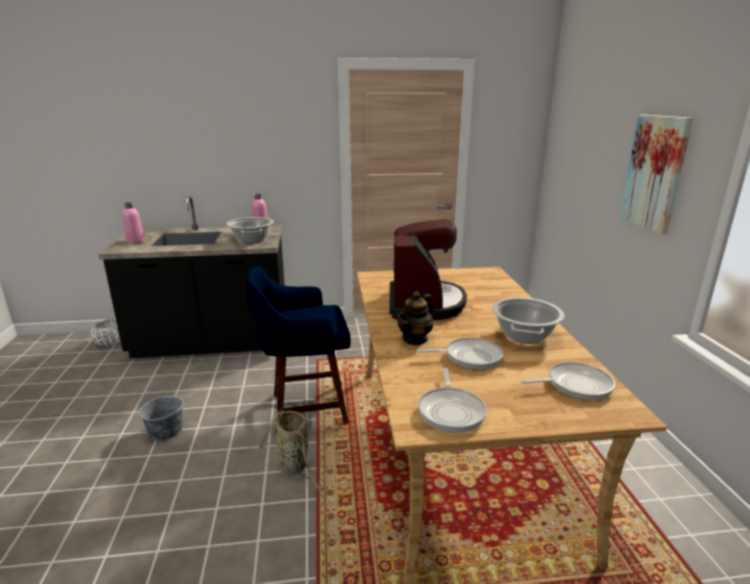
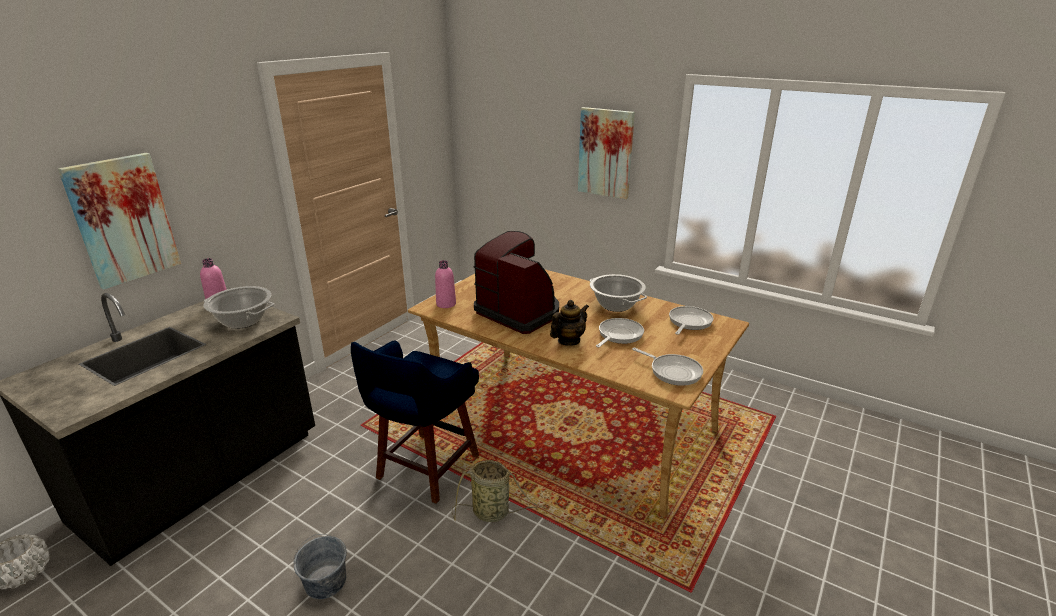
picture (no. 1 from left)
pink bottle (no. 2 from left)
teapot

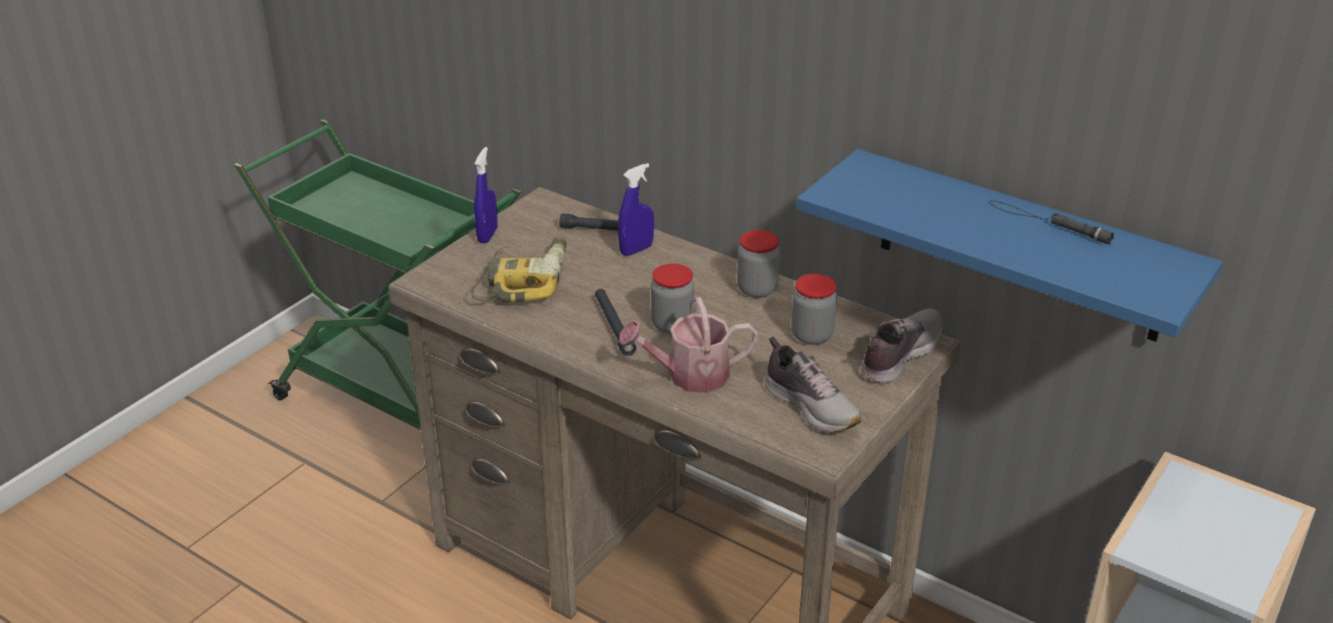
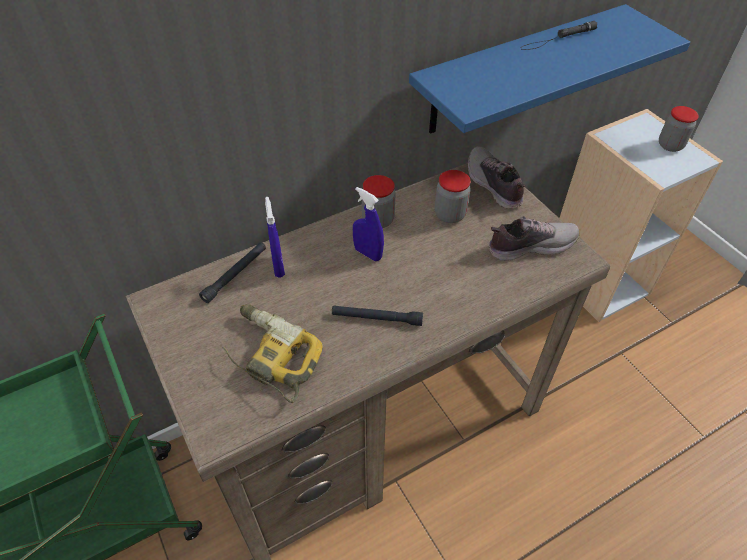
blue spray bottle (no. 2 from left)
jar (no. 3 from left)
watering can

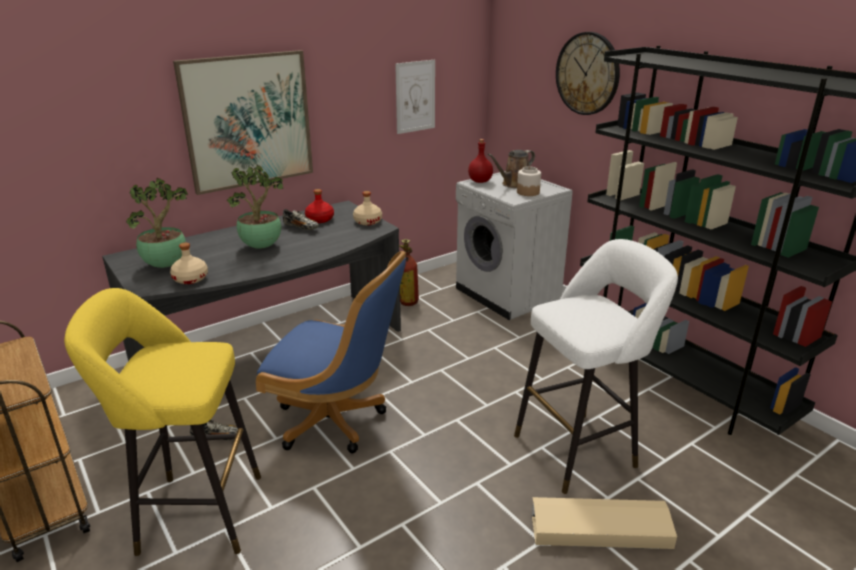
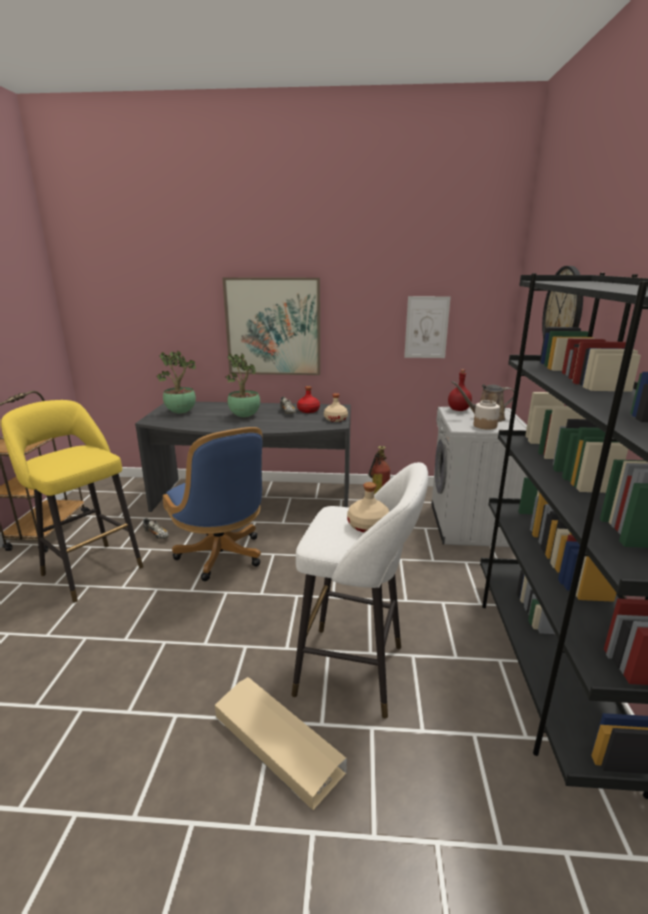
beige bottle (no. 2 from left)

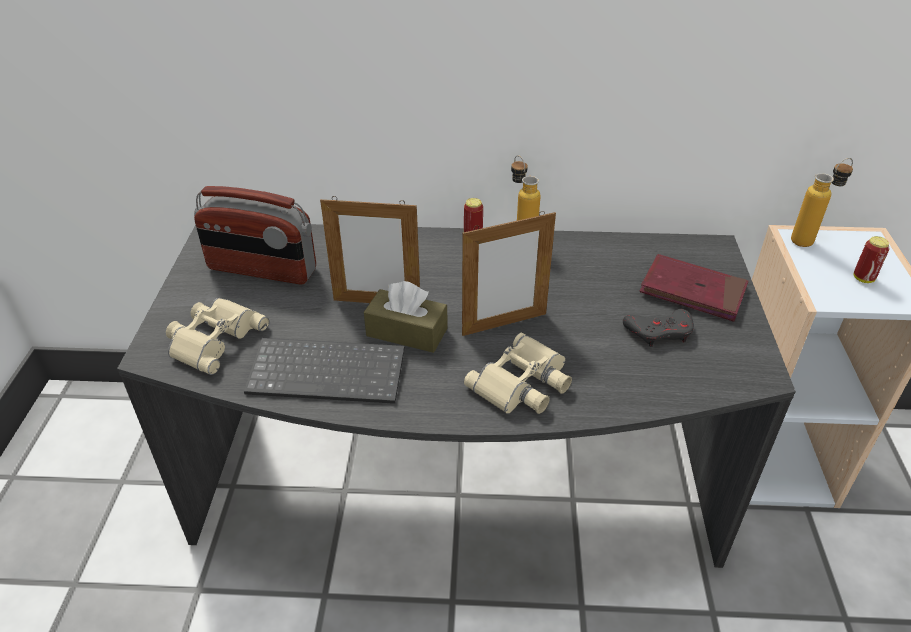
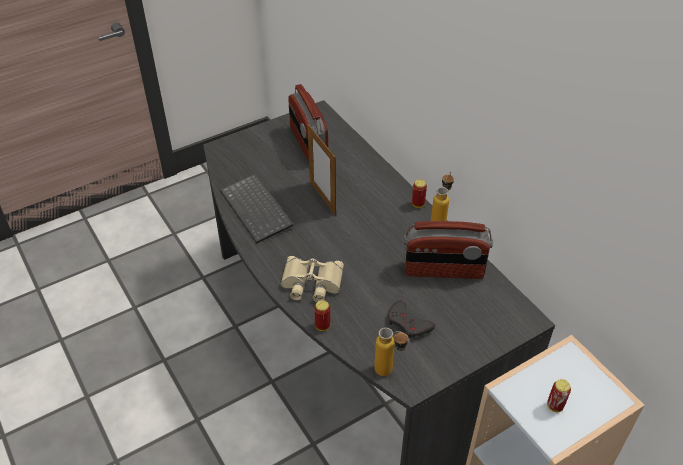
can (no. 1 from left)
bottle (no. 1 from left)
radio (no. 2 from left)
beige binoculars (no. 1 from left in the first image)
brown tissue box
picture frame (no. 2 from left in the first image)
red book

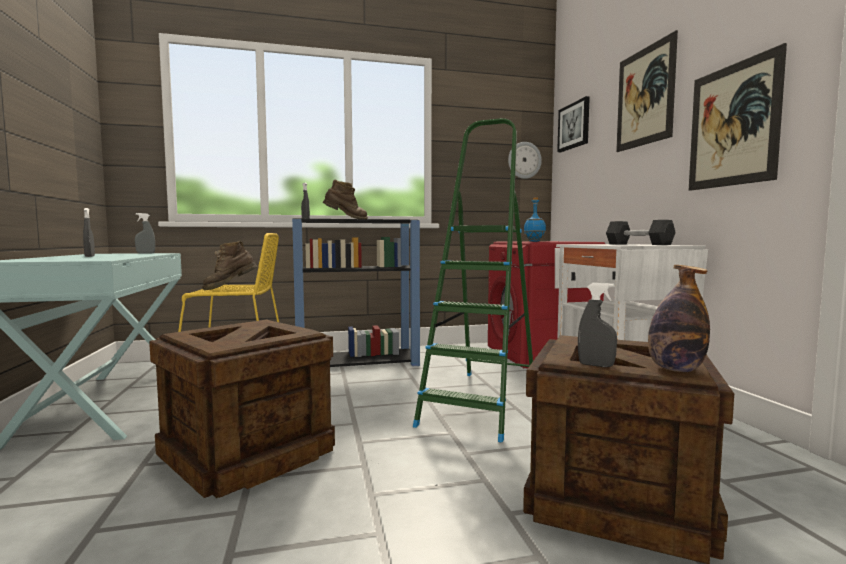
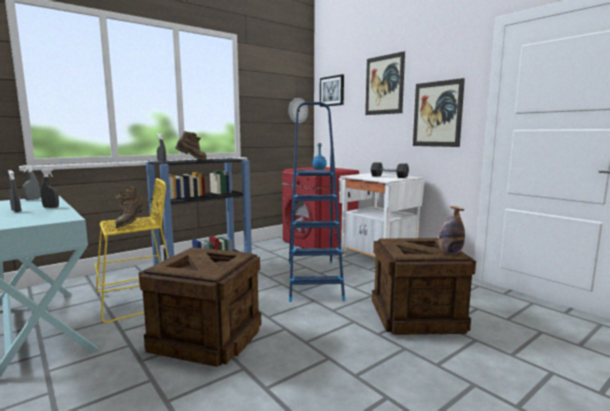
grey spray bottle (no. 3 from left)
blue step ladder

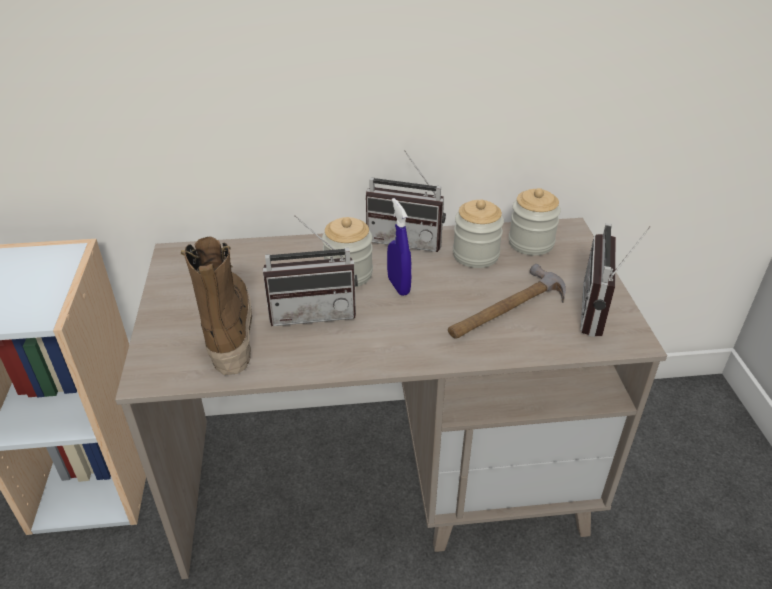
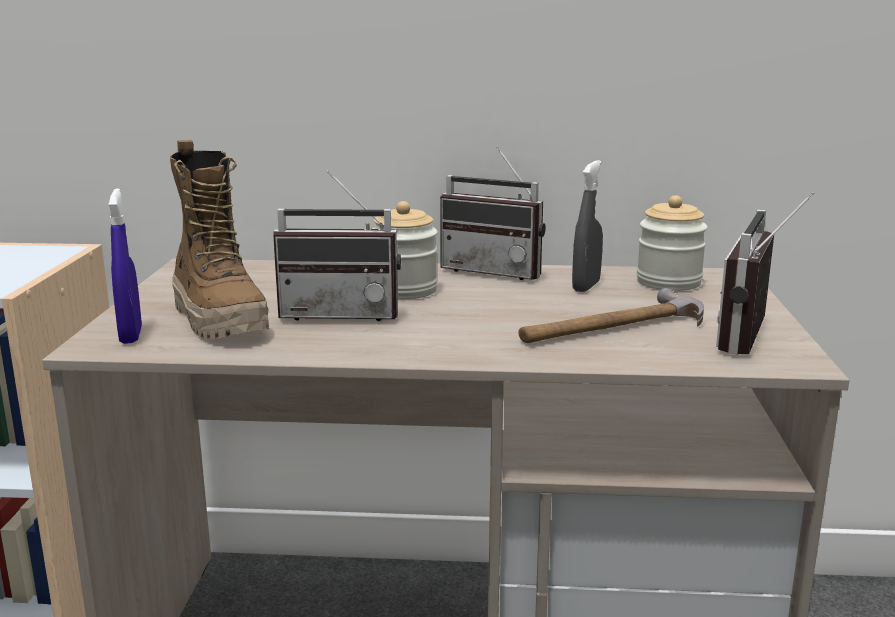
blue spray bottle
boot
grey spray bottle

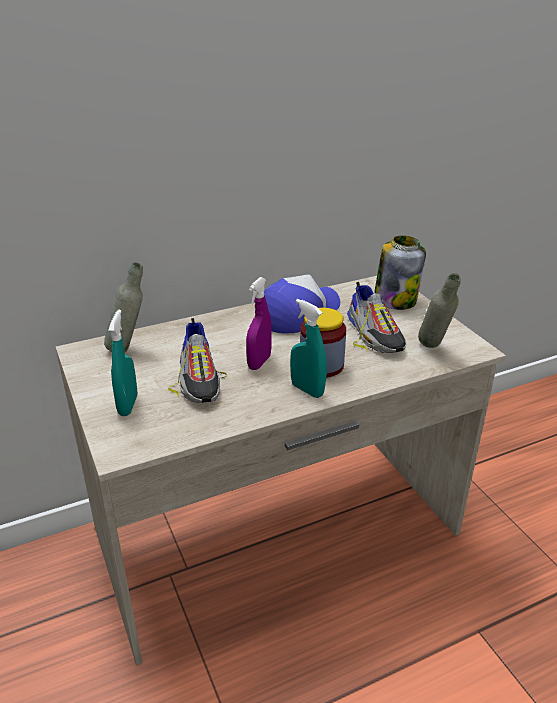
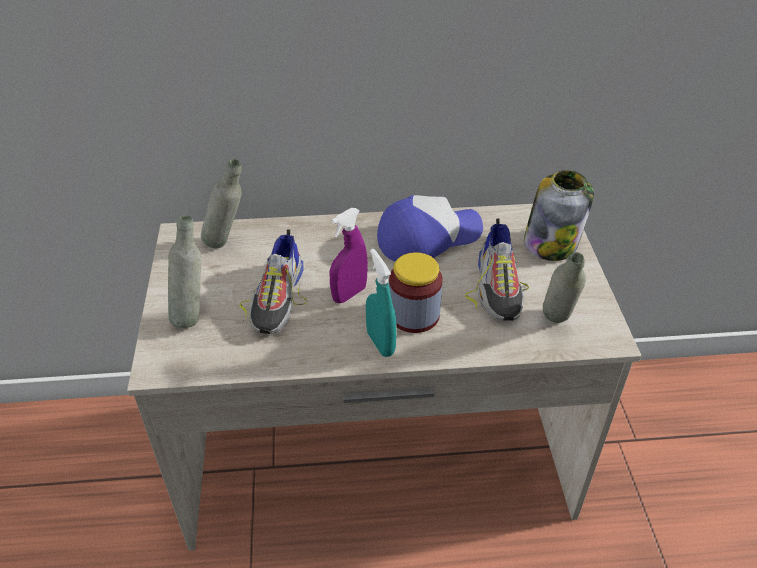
grey bottle (no. 1 from left)

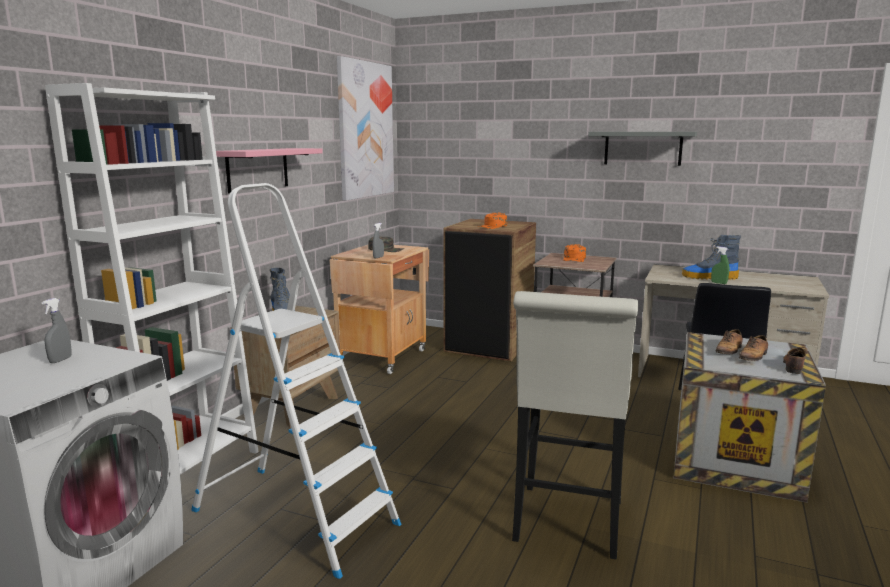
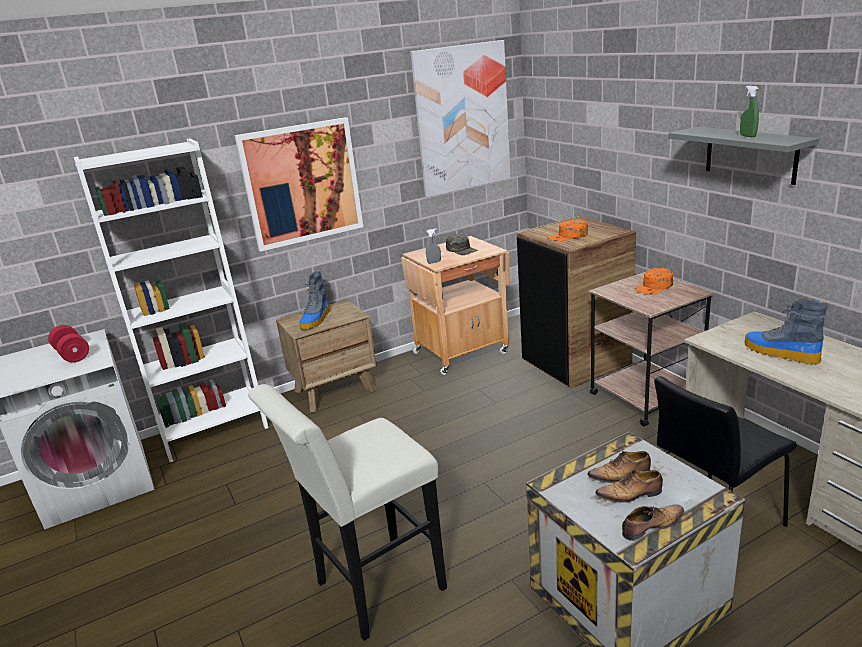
red dumbbell
picture (no. 1 from left)
green spray bottle
white step ladder

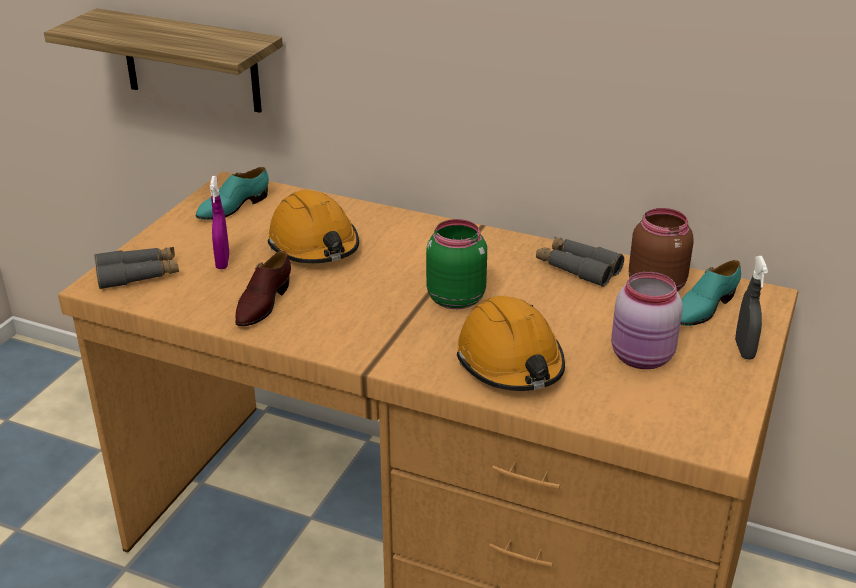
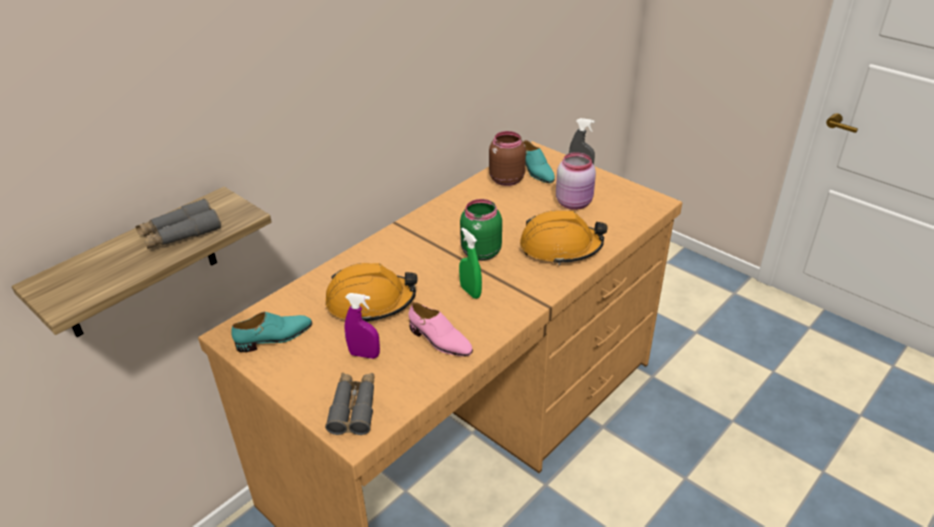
grey binoculars (no. 1 from left)
turquoise shoe (no. 1 from left)
pink shoe
green spray bottle

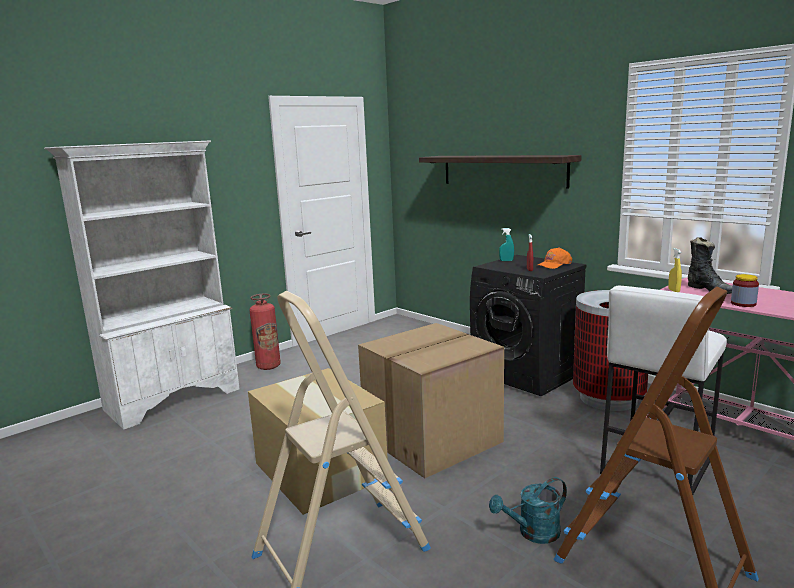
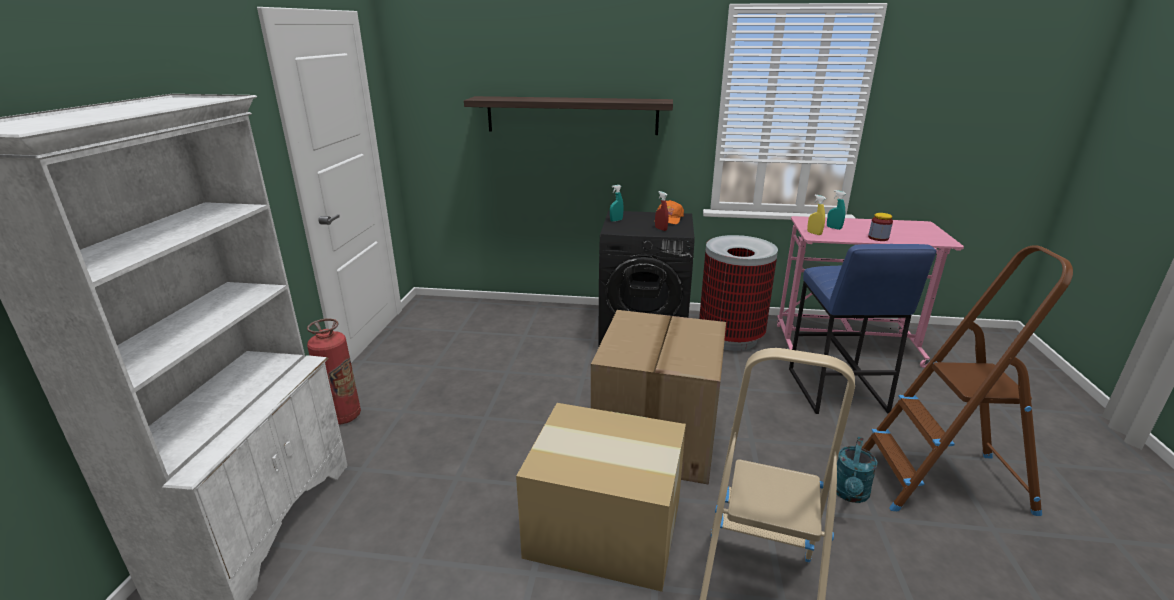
blue stool
turquoise spray bottle (no. 2 from left)

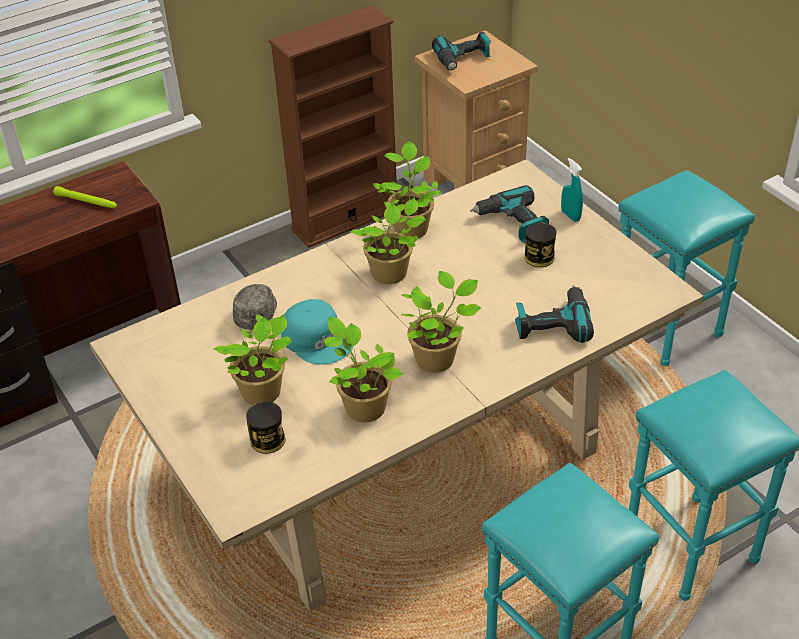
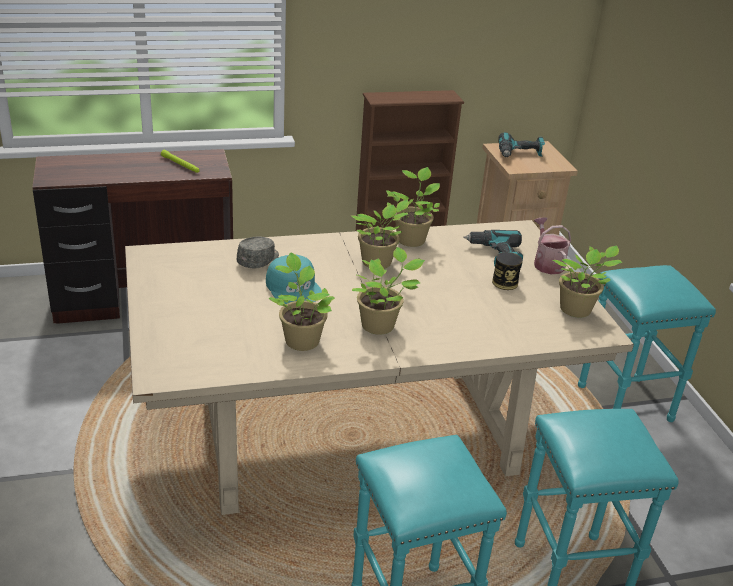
watering can
potted plant (no. 5 from left)
can (no. 1 from left in the first image)
power drill (no. 3 from left in the first image)

